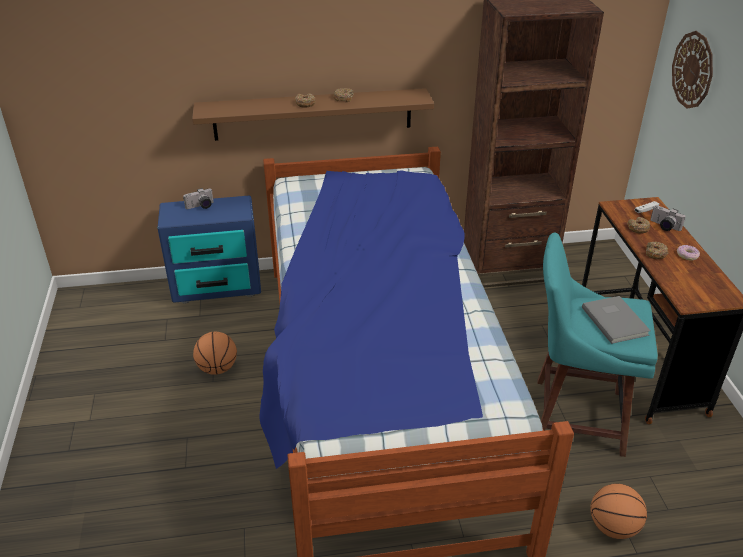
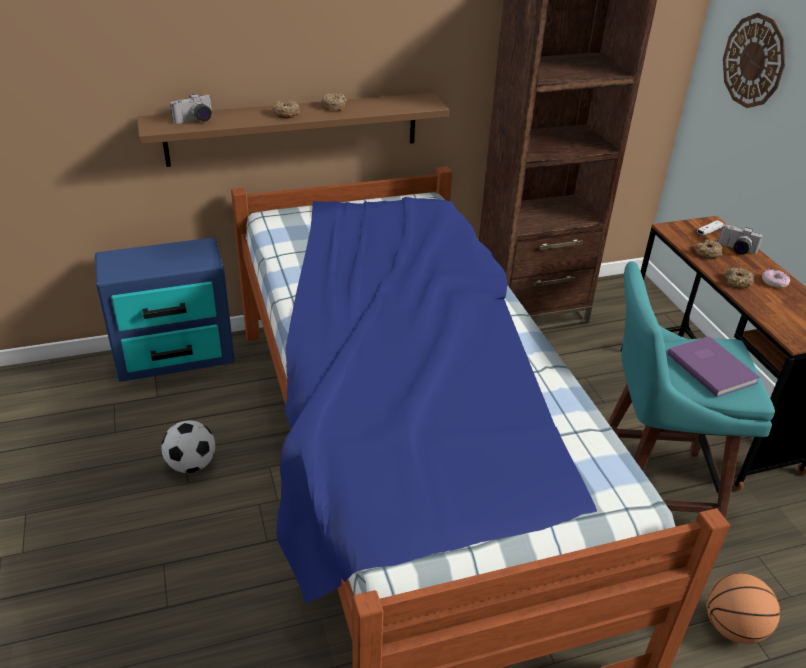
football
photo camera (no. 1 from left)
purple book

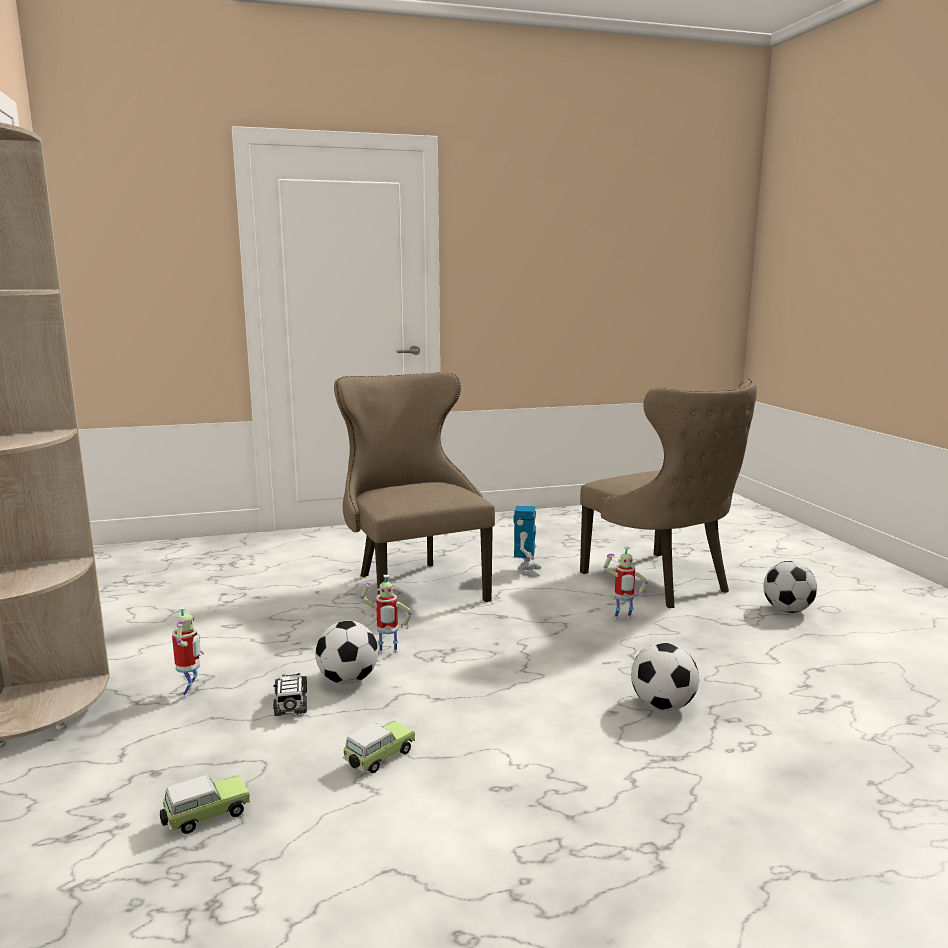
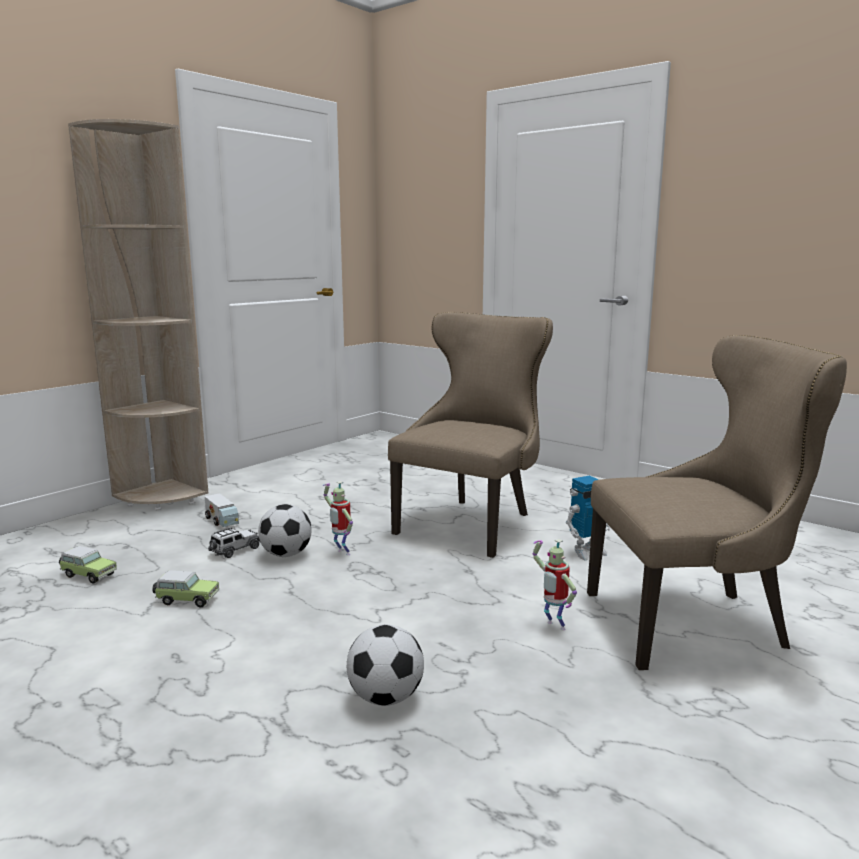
toy truck
beige chair (no. 2 from left)
football (no. 3 from left in the first image)

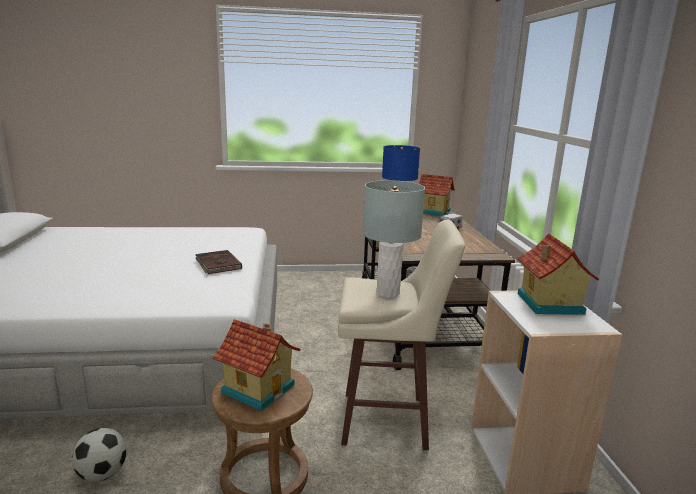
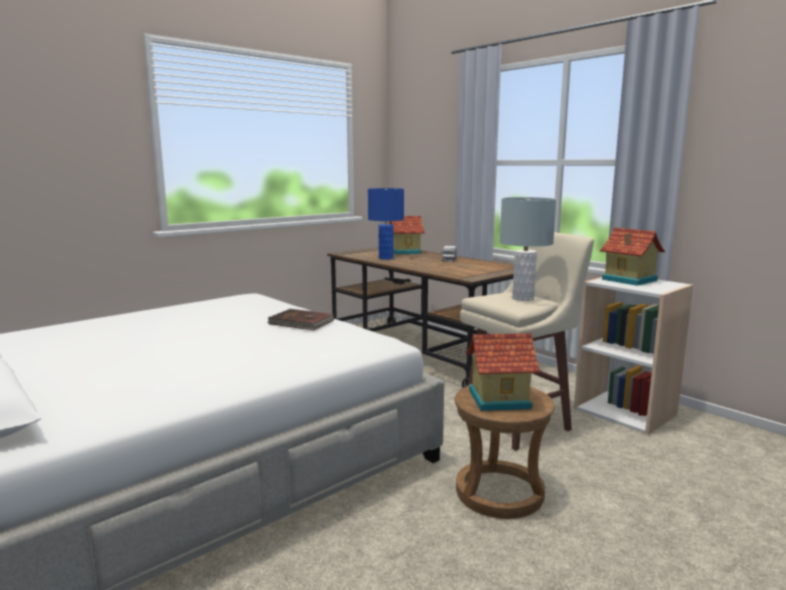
football

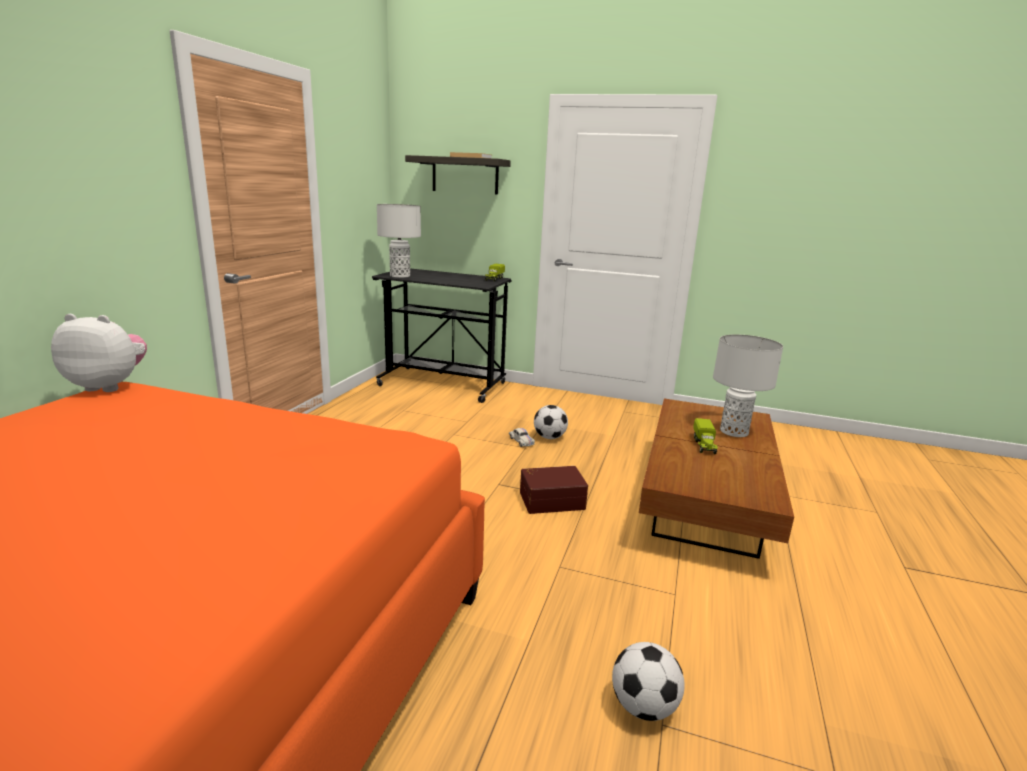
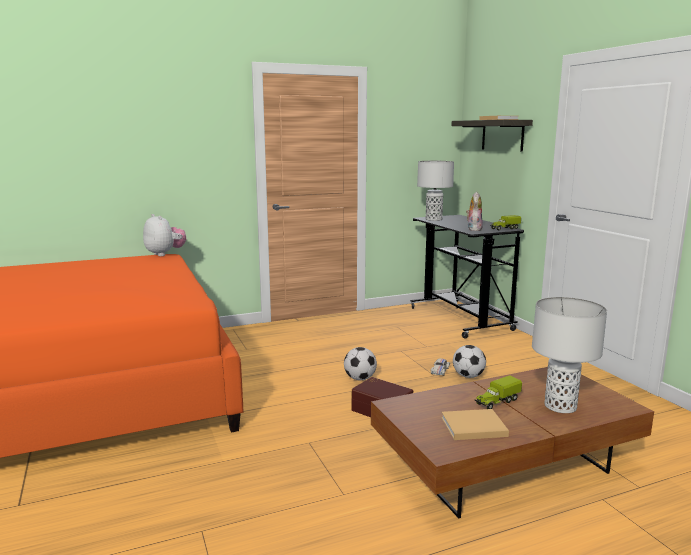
football (no. 1 from left)
beige book (no. 1 from left)
plush toy (no. 2 from left)

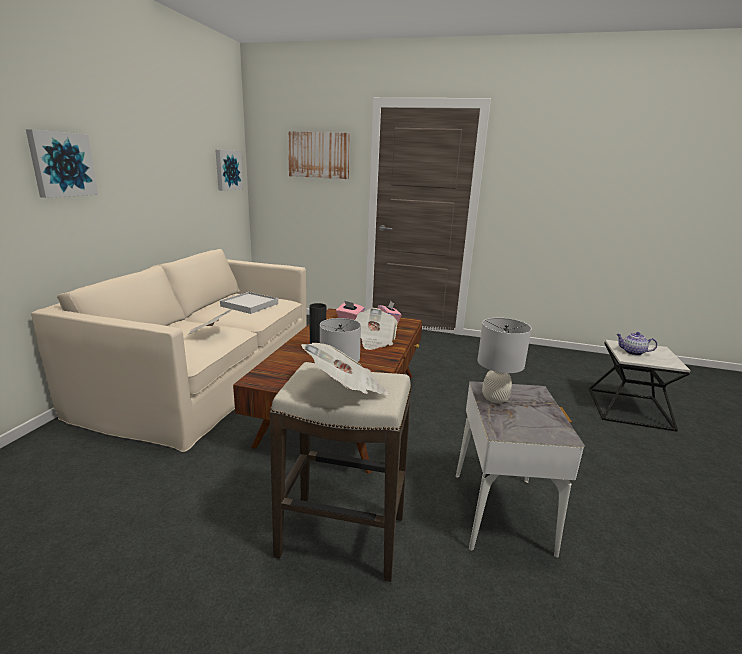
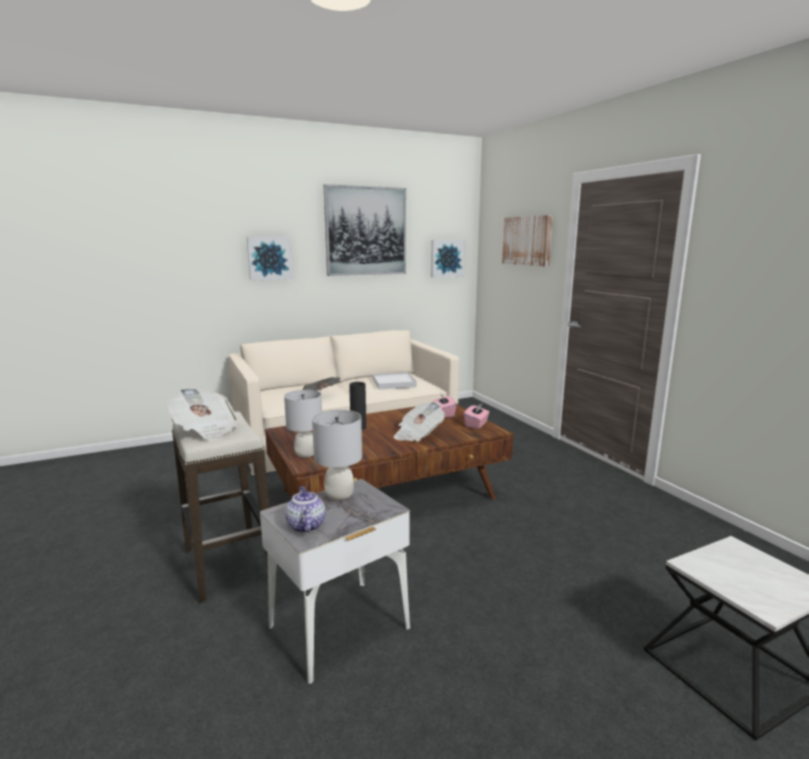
teapot
picture (no. 2 from left)

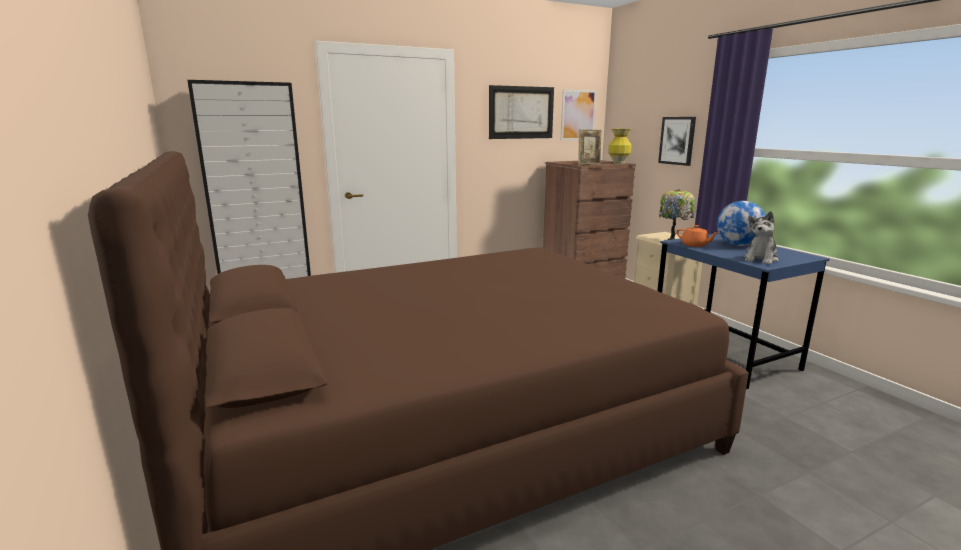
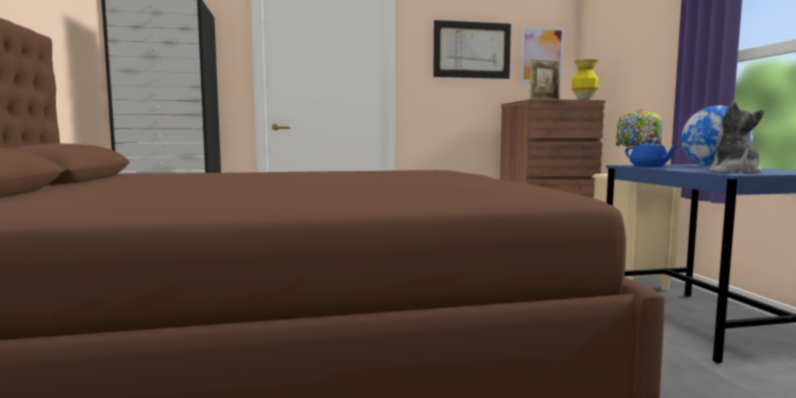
blue teapot
plush toy
picture (no. 3 from left in the first image)

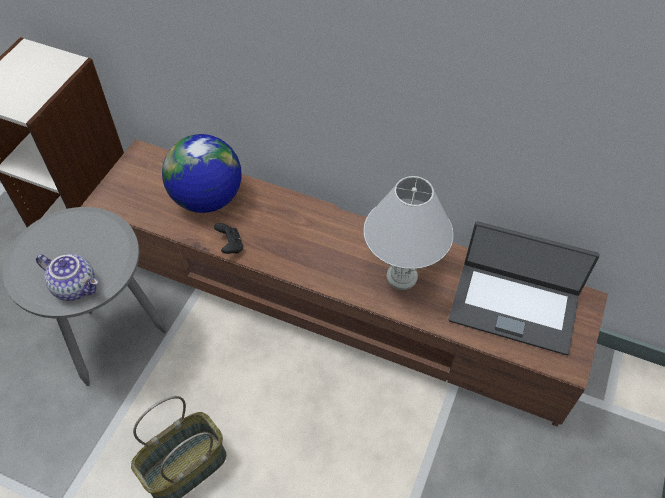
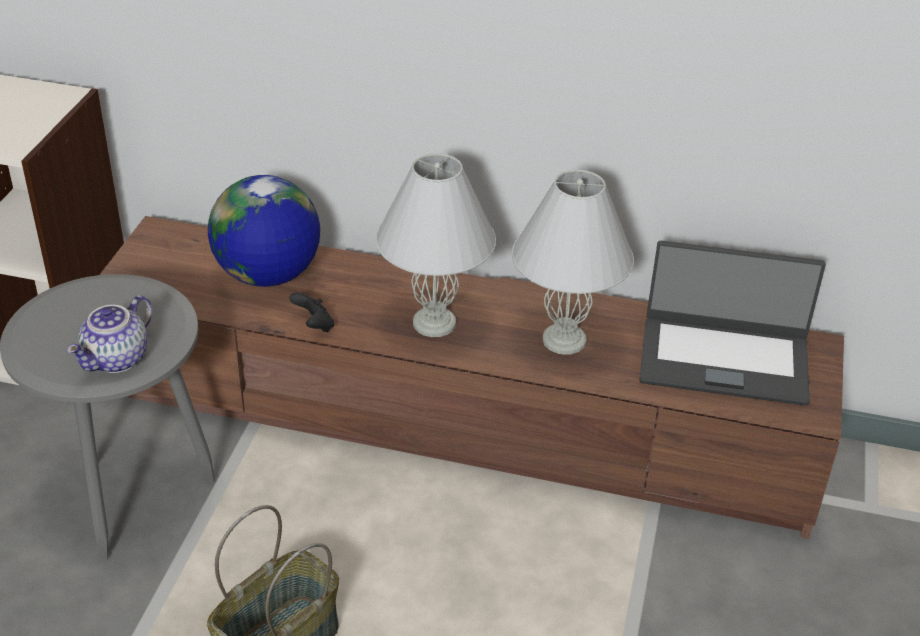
teapot
white table lamp (no. 1 from left)

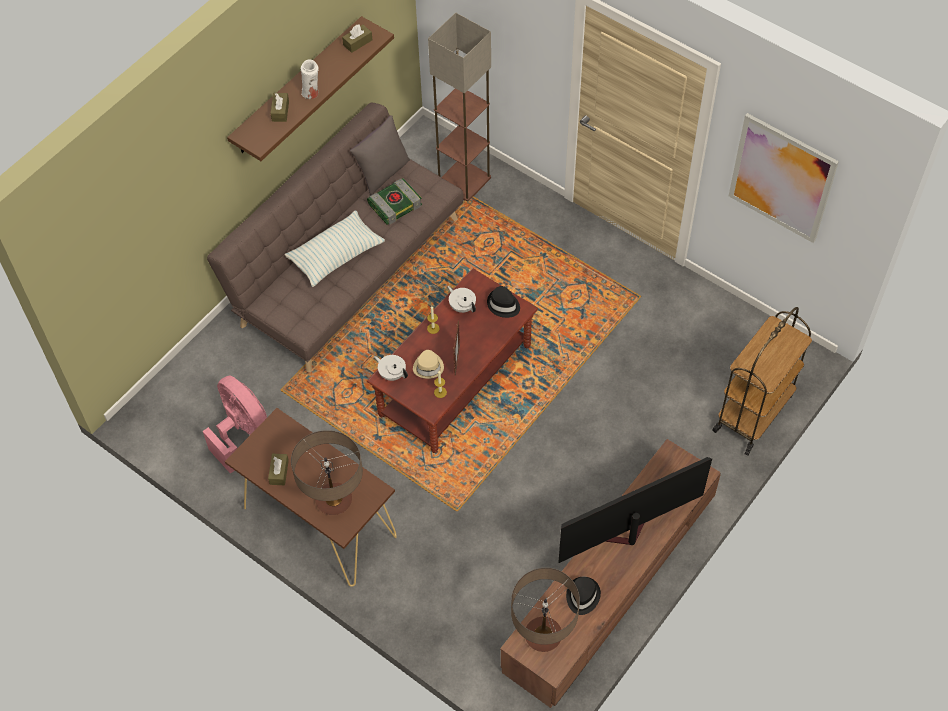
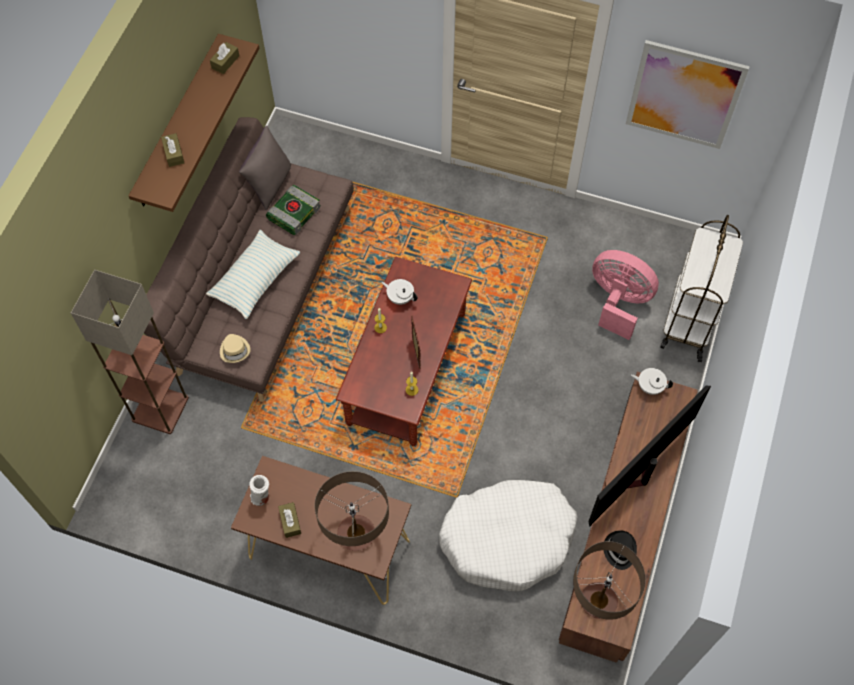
floor lamp
beige hat
white vase
white dog bed
pink fan
white teapot (no. 2 from left)
white cart
black hat (no. 1 from left in the first image)

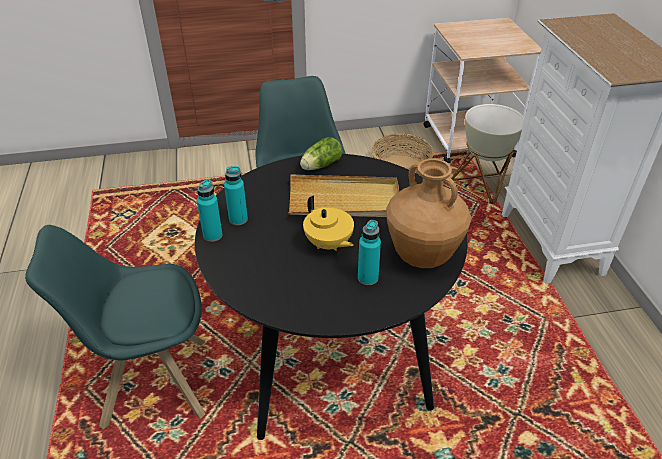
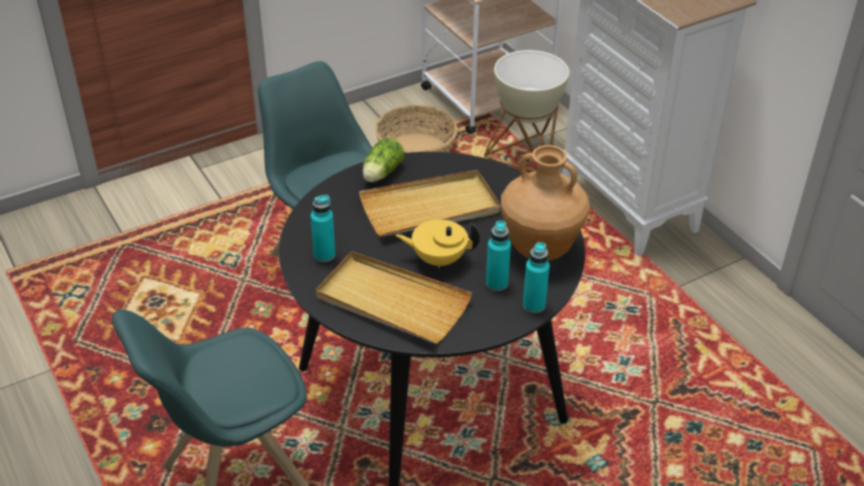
beige tray (no. 1 from left)
yellow teapot
turquoise bottle (no. 3 from left)

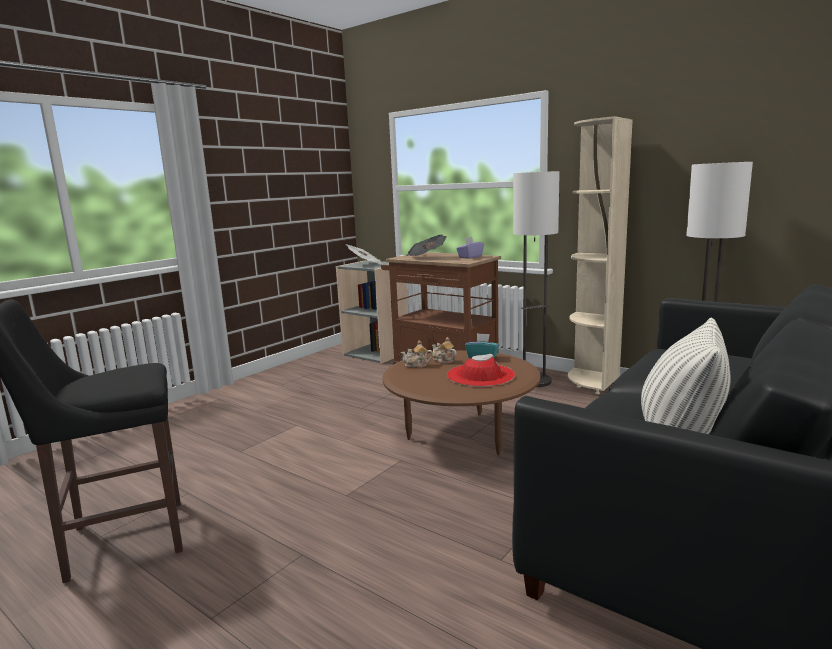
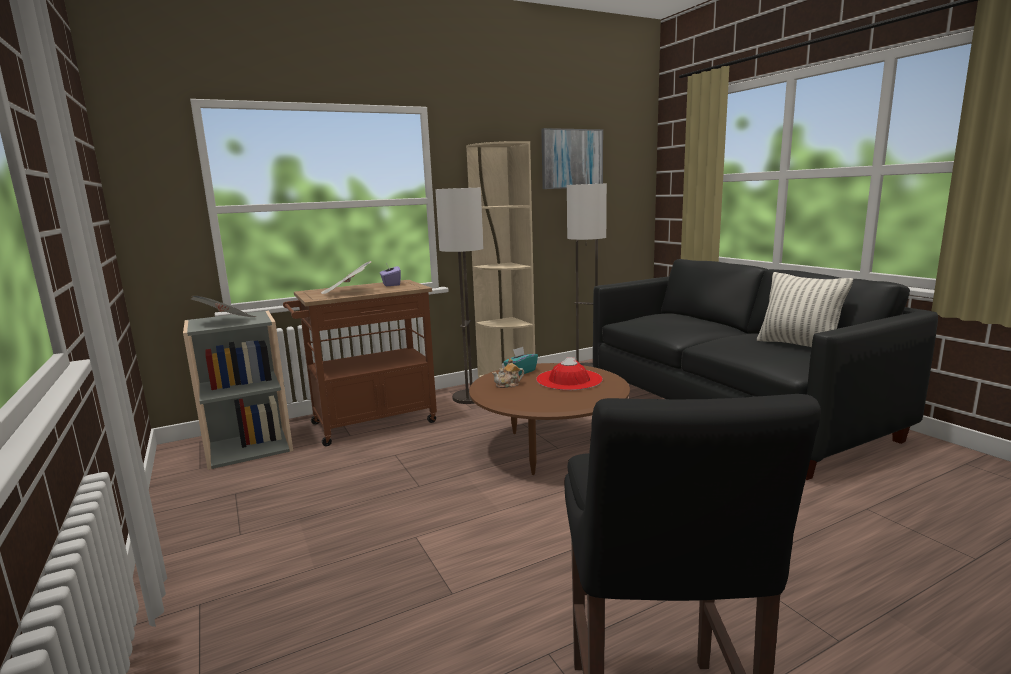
picture
teapot (no. 1 from left in the first image)

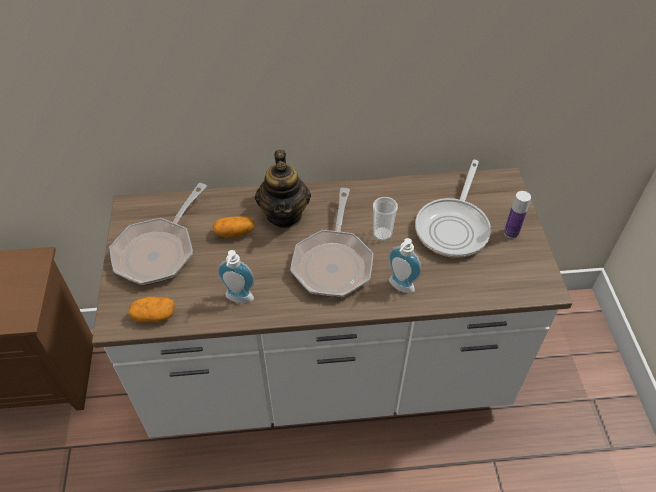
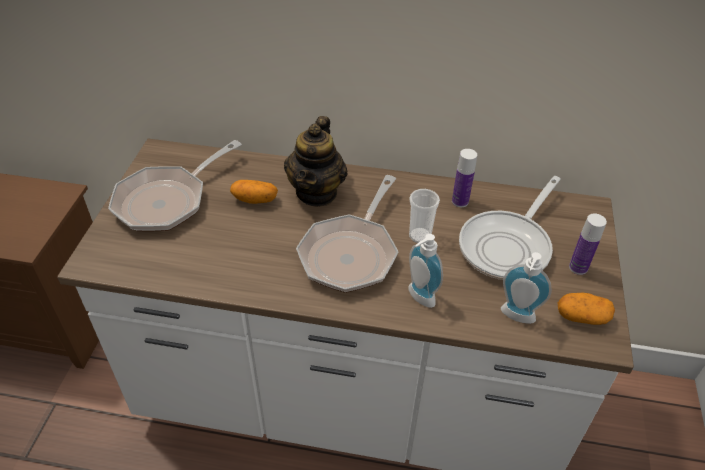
bottle (no. 1 from left)
soap dispenser (no. 2 from left)
potato (no. 2 from left)

